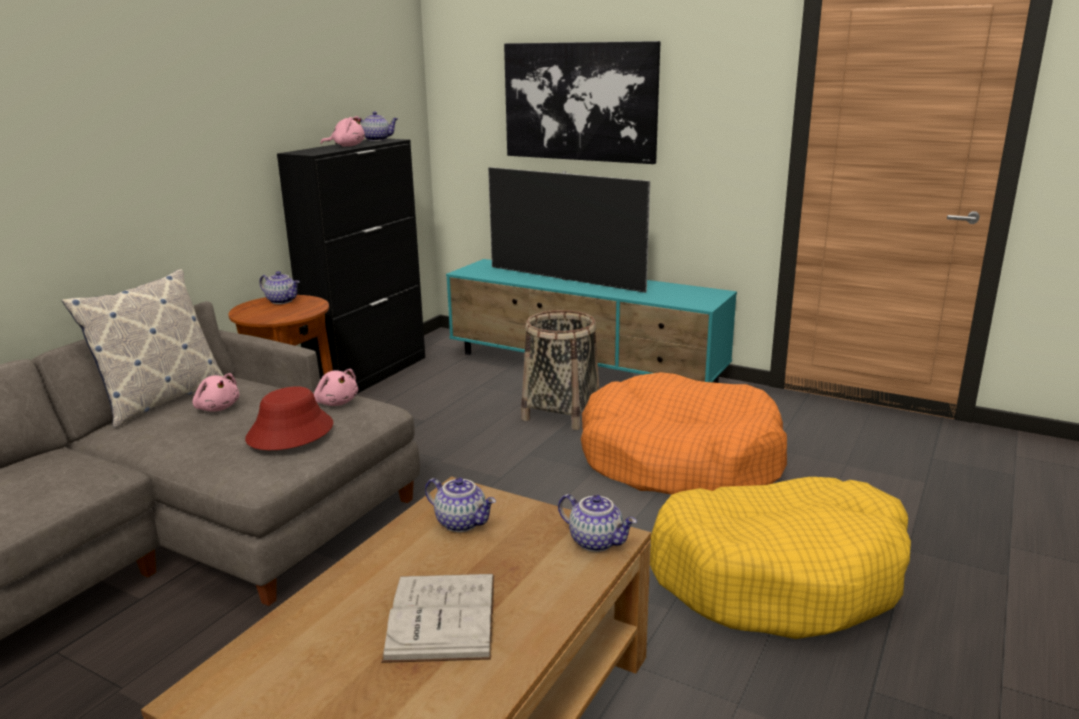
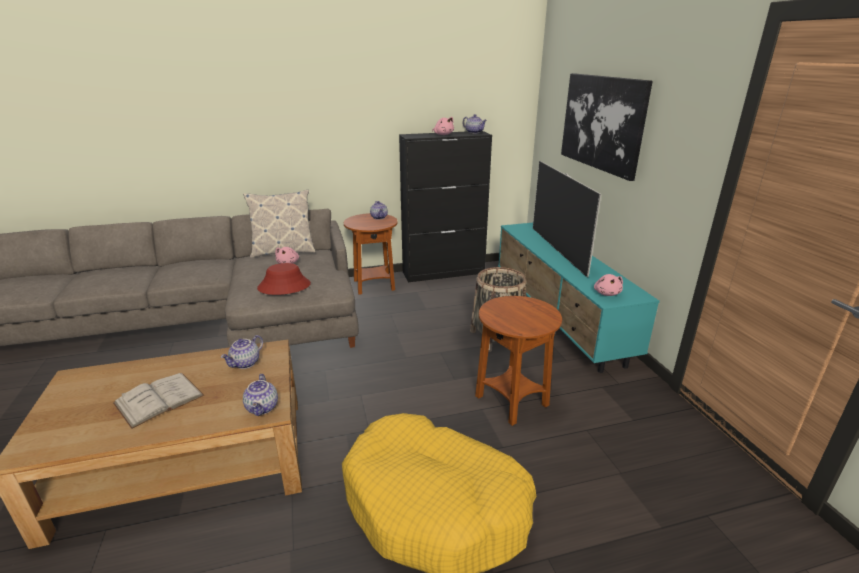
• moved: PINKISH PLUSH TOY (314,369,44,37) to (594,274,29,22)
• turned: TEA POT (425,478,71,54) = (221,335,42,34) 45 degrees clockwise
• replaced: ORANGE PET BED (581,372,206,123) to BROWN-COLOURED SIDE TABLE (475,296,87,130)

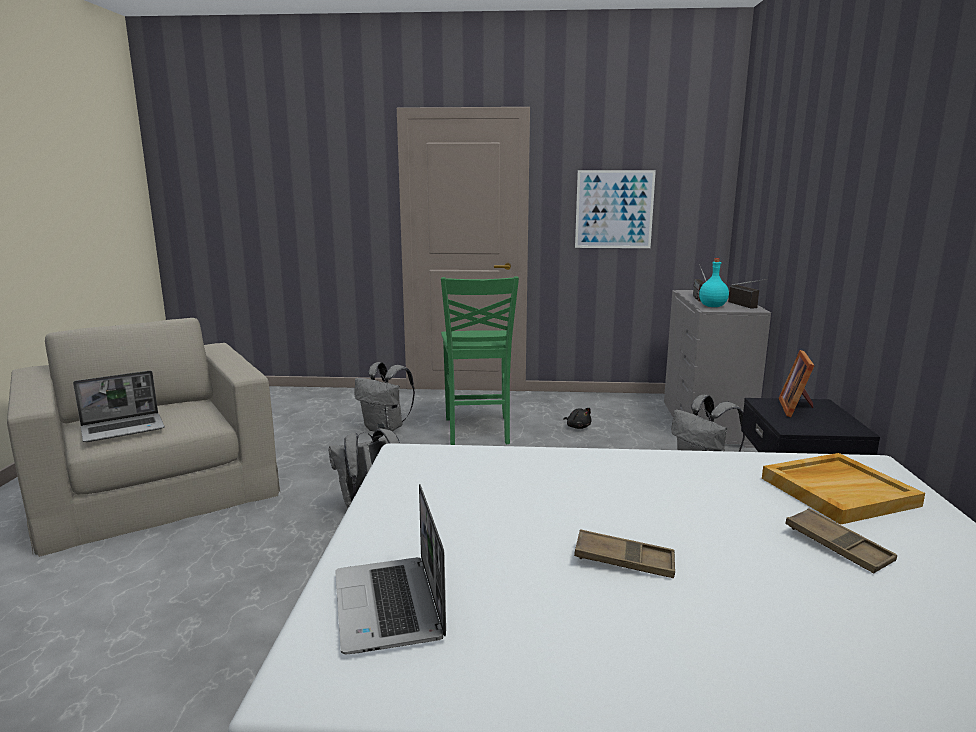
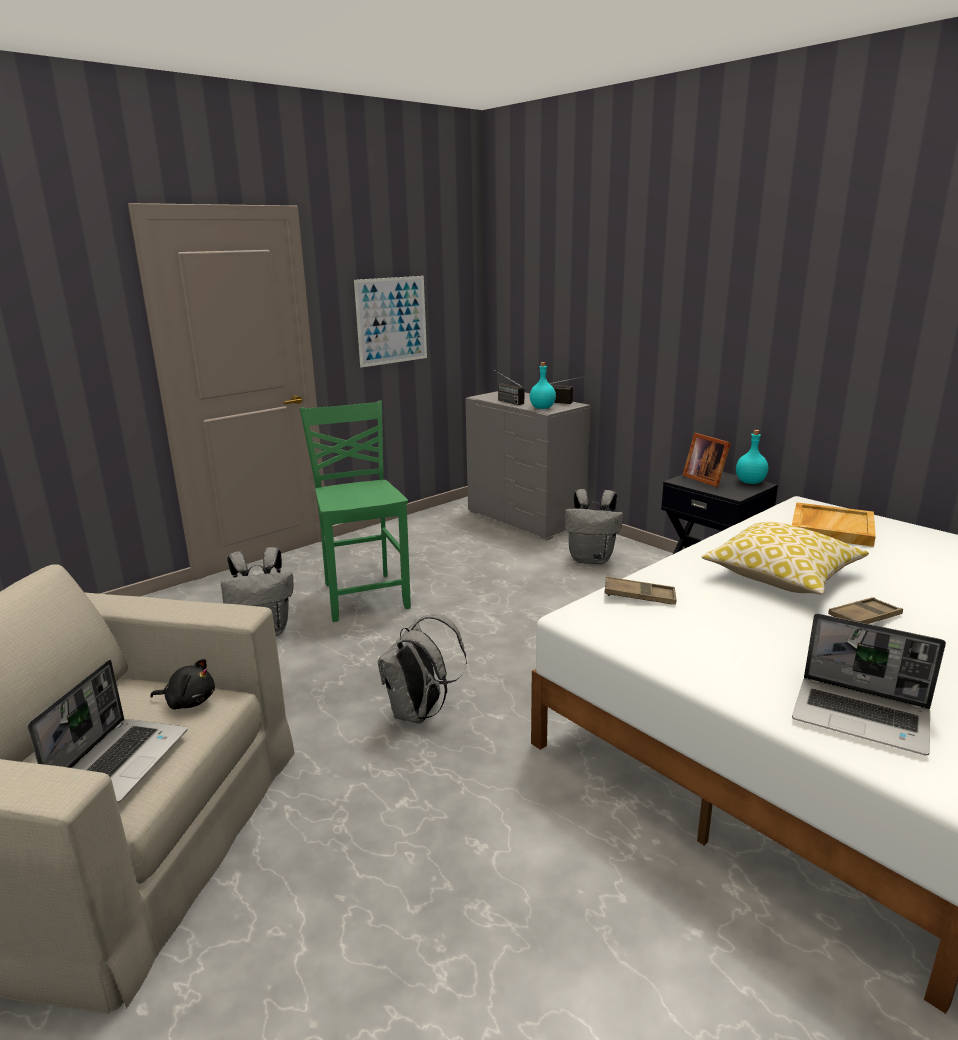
• turned: GREEN CHAIR (441,276,78,169) = (300,401,111,221) 150 degrees counterclockwise
• moved: BLACK PLUSH TOY (563,408,28,21) to (150,659,65,51)
• moved: BROWN-COLOURED SERVING TRAY (785,508,112,65) to (605,576,72,29)
• added: THROW PILLOW (701,522,168,73)
• added: TURQUOISE DRINK BOTTLE (736,430,32,54)

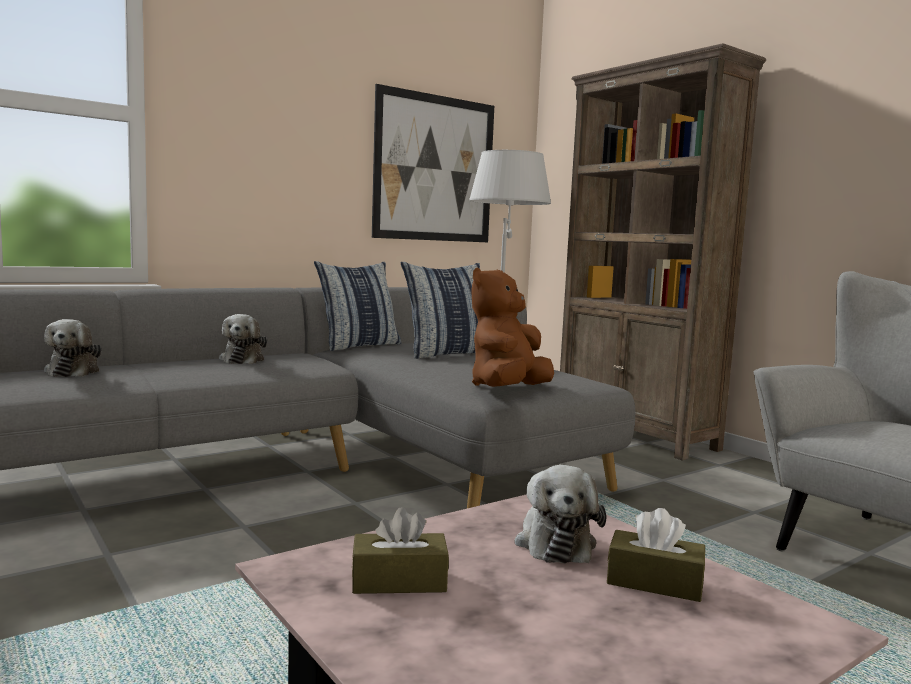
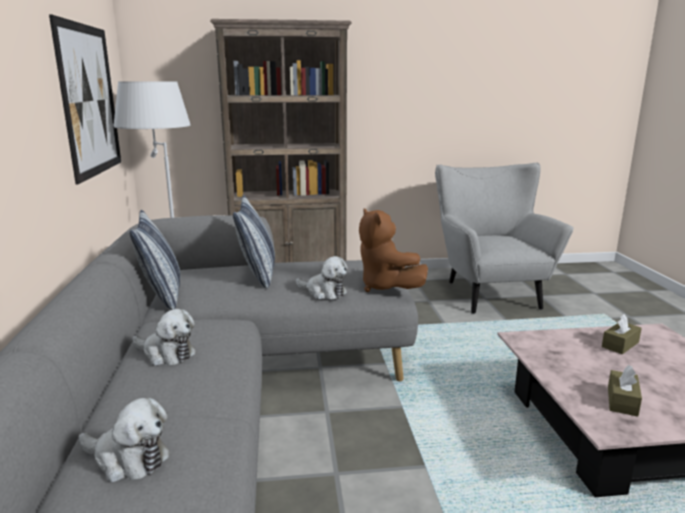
• moved: PLUSH TOY (515,465,91,98) to (296,256,52,44)

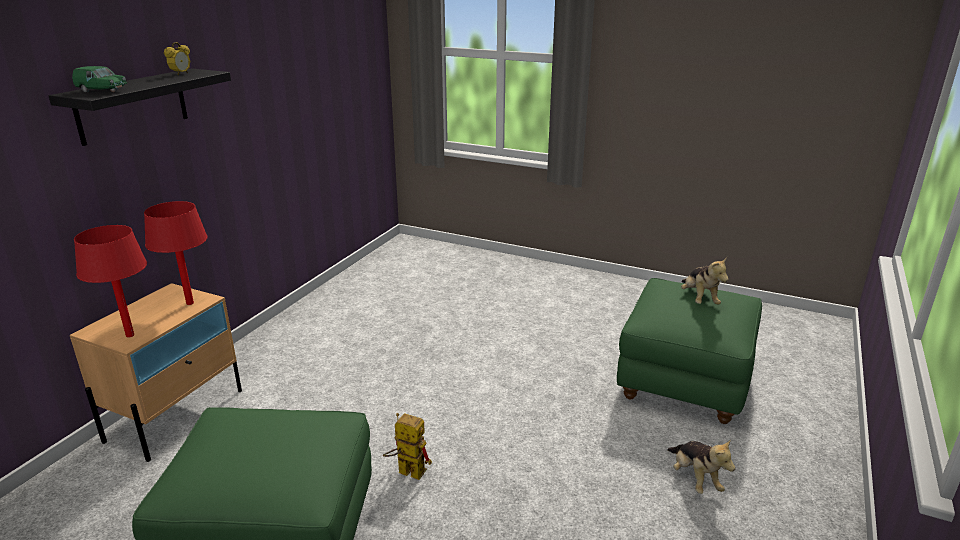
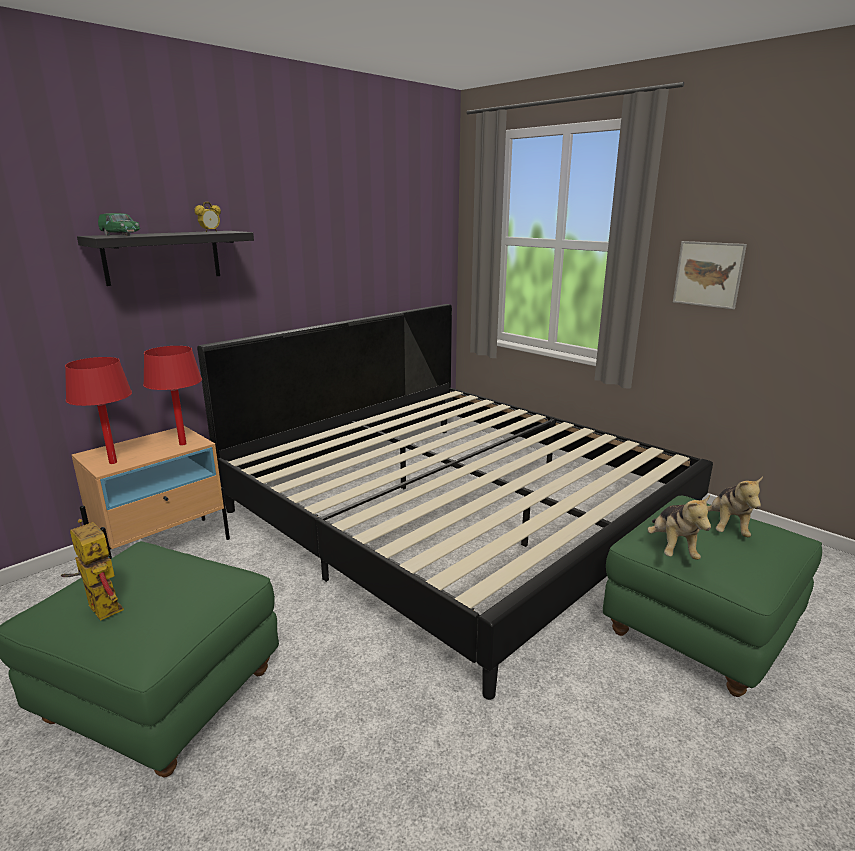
• moved: TOY ROBOT (383,413,49,67) to (61,519,63,102)
• moved: PLUSH TOY (667,439,69,55) to (647,495,64,65)
• added: BED (197,304,516,396)
• added: WALL ART (673,241,74,68)

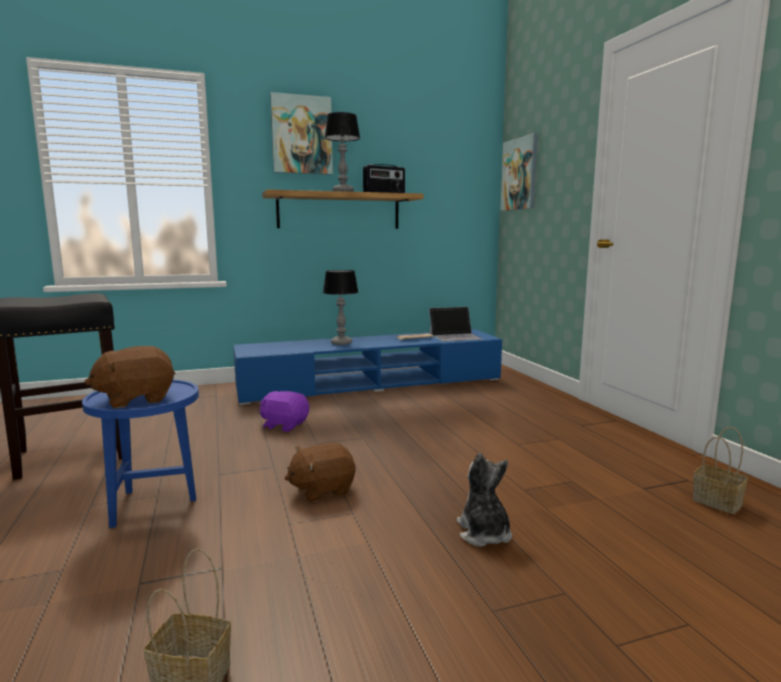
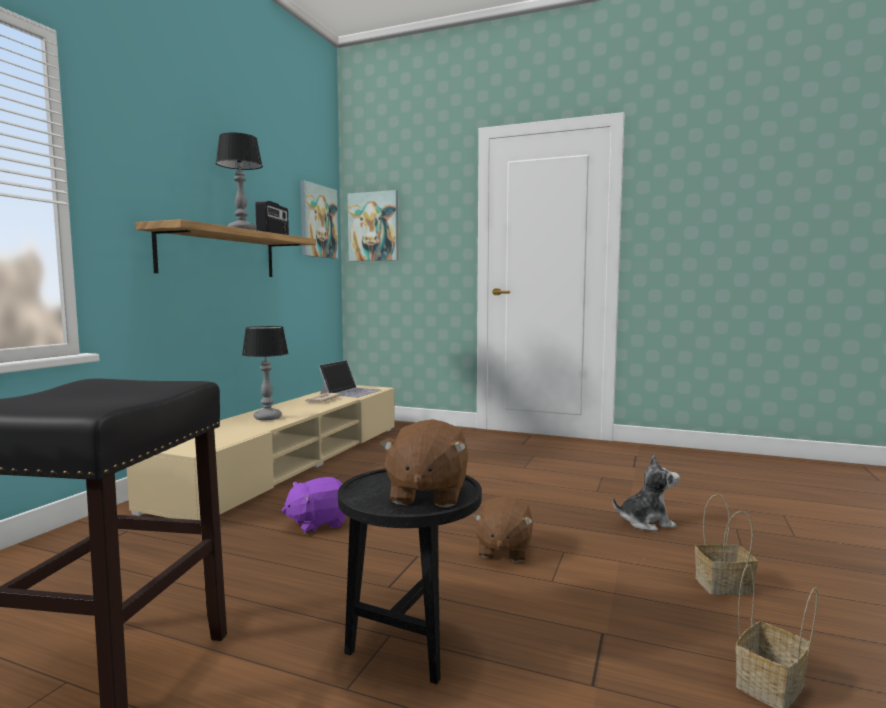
• recoloured: BLUE SIDE TABLE (82,380,117,148) to BLACK SIDE TABLE (338,469,144,215)
• recoloured: BLUE TV STAND (233,330,269,75) to BEIGE-COLOURED TV STAND (127,385,268,135)
• moved: WALL ART (270,92,63,83) to (300,180,38,79)
• turned: PLUSH TOY (457,453,55,94) = (612,455,68,76) 150 degrees clockwise
• moved: STORAGE BASKET (693,427,55,87) to (695,494,63,101)

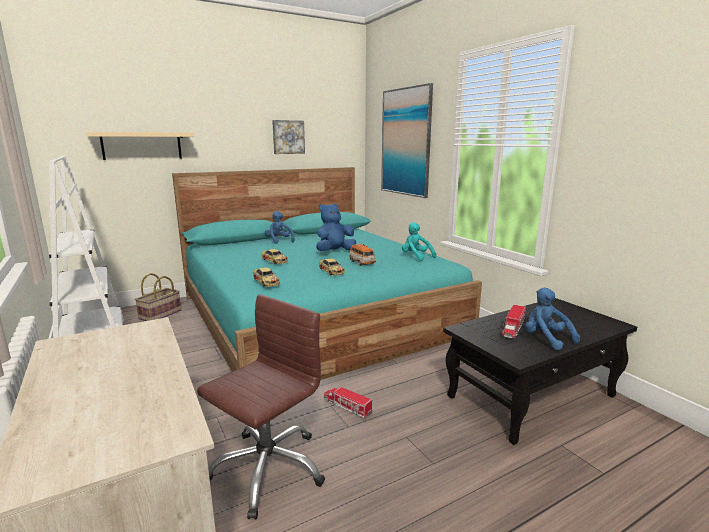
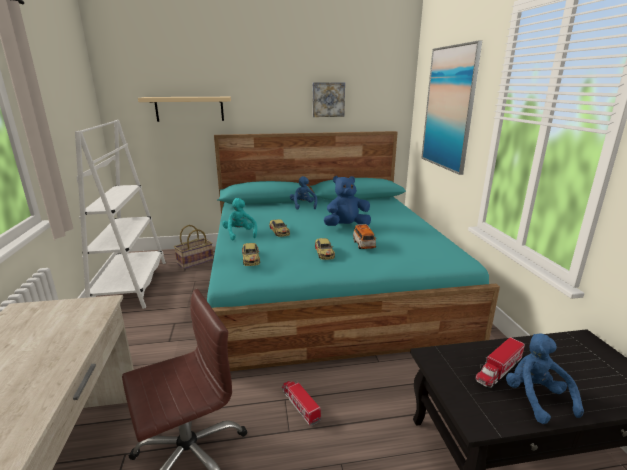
• moved: TURQUOISE PLUSH TOY (402,222,34,39) to (222,198,35,42)

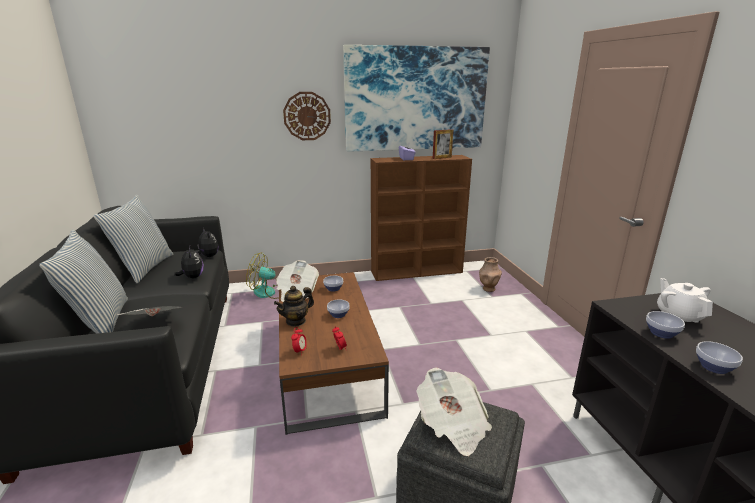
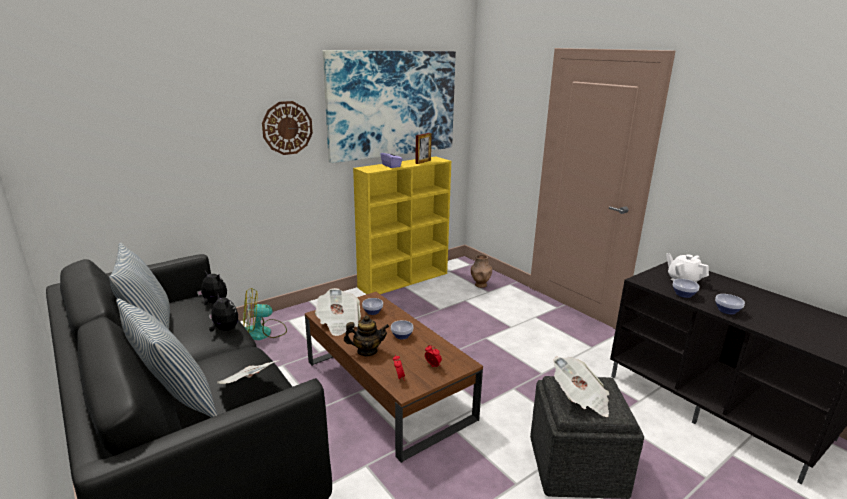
• turned: TEA POT (274,286,40,41) = (344,315,45,41) 120 degrees counterclockwise
• recoloured: BROWN-COLOURED SHELVING UNIT (371,155,101,126) to YELLOWISH SHELVING UNIT (353,156,98,138)

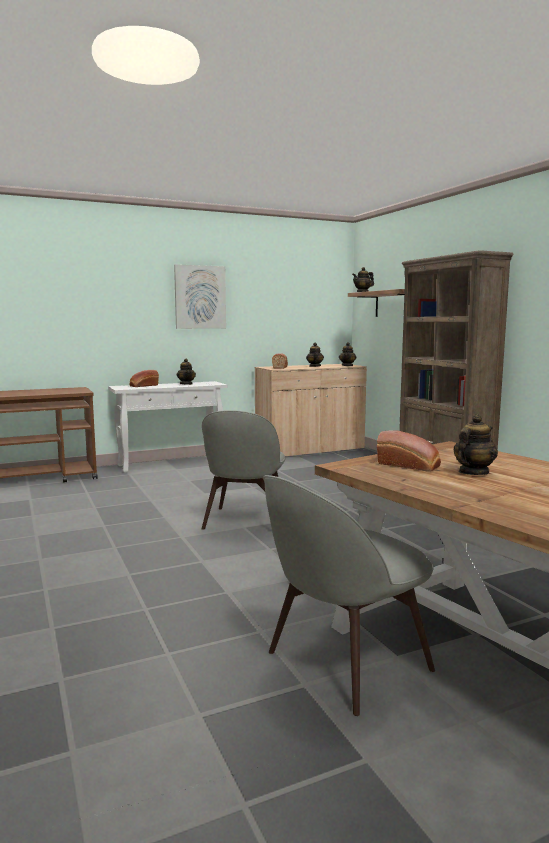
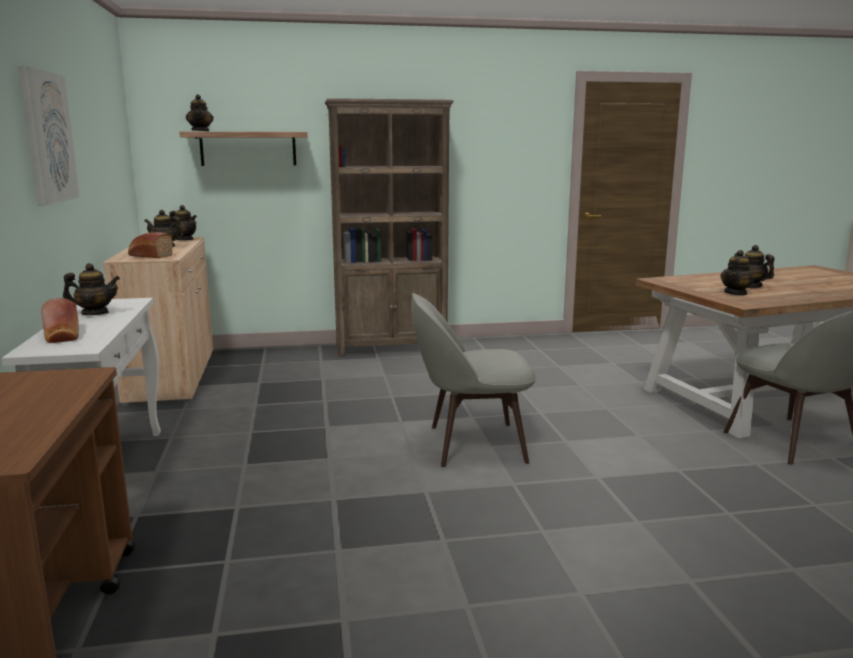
• turned: GRAY CHAIR (202,410,84,120) = (411,293,126,174) 150 degrees clockwise
• replaced: BAKERY BREAD (377,430,64,42) to TEA POT (720,250,35,46)

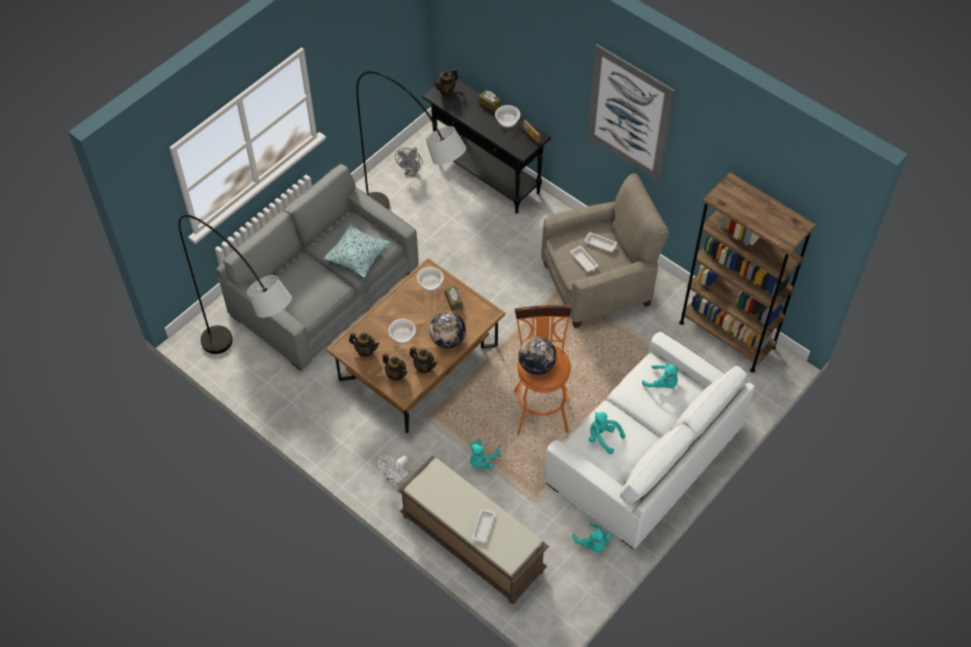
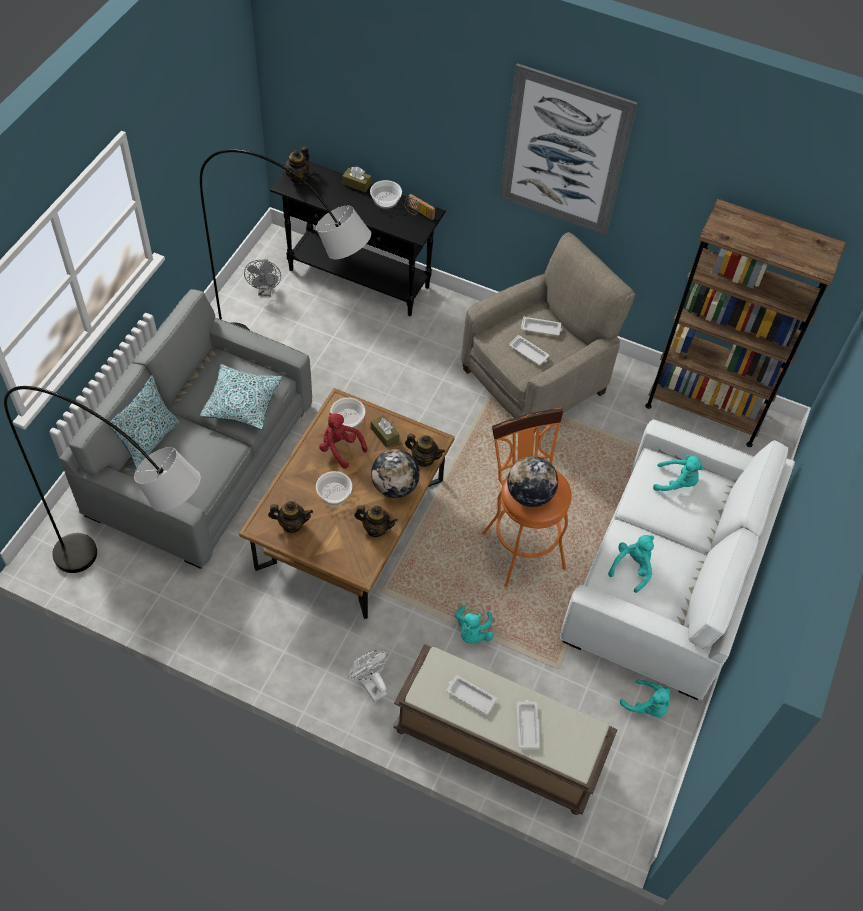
• turned: WHITE-COLOURED ELECTRIC FAN (378,455,30,31) = (348,650,40,52) 120 degrees clockwise
• moved: TEA POT (383,353,24,28) to (405,433,40,34)
• turned: TURQUOISE PLUSH TOY (589,412,36,42) = (608,535,46,58) 105 degrees clockwise
• added: THROW PILLOW (108,375,72,94)
• added: REDDISH PLUSH TOY (319,413,48,56)
• added: WHITE-COLOURED SERVING TRAY (447,675,50,39)

